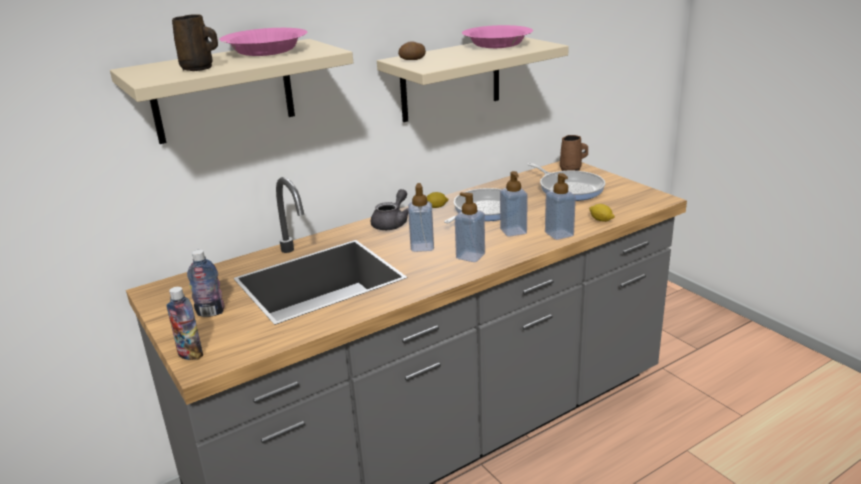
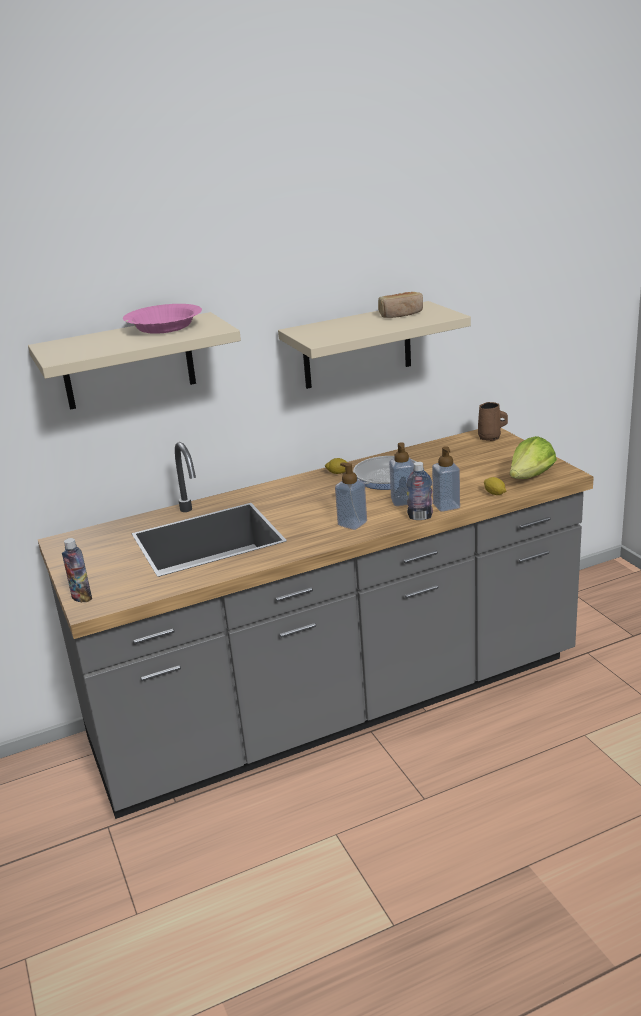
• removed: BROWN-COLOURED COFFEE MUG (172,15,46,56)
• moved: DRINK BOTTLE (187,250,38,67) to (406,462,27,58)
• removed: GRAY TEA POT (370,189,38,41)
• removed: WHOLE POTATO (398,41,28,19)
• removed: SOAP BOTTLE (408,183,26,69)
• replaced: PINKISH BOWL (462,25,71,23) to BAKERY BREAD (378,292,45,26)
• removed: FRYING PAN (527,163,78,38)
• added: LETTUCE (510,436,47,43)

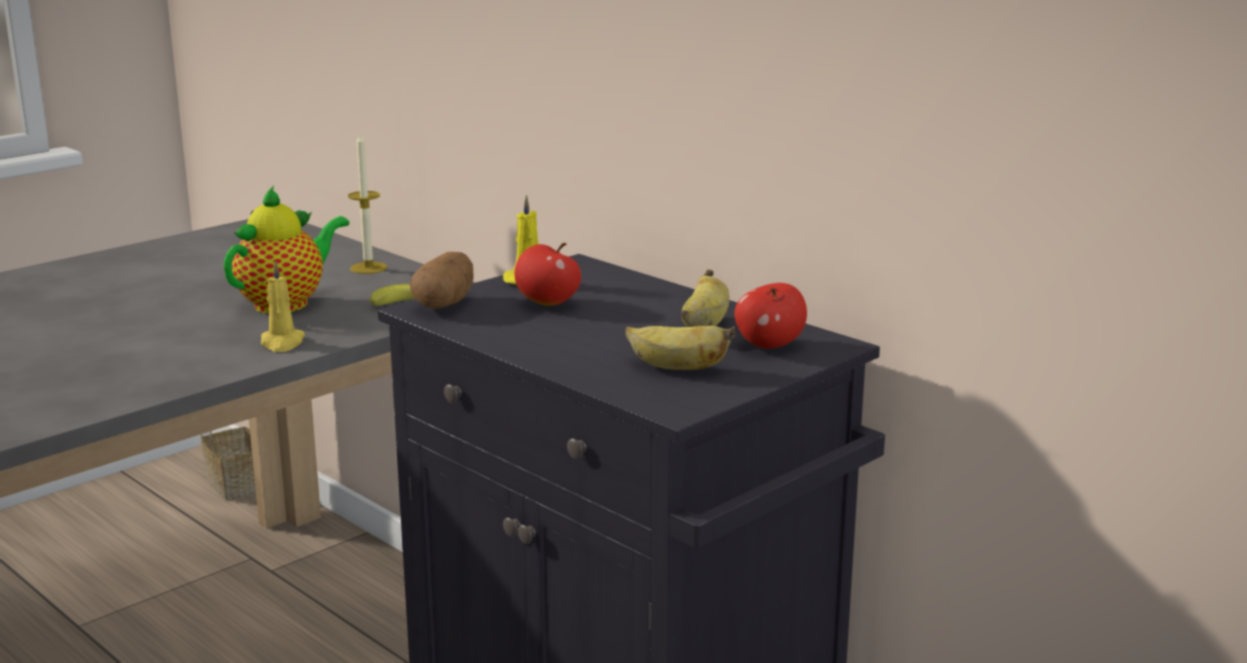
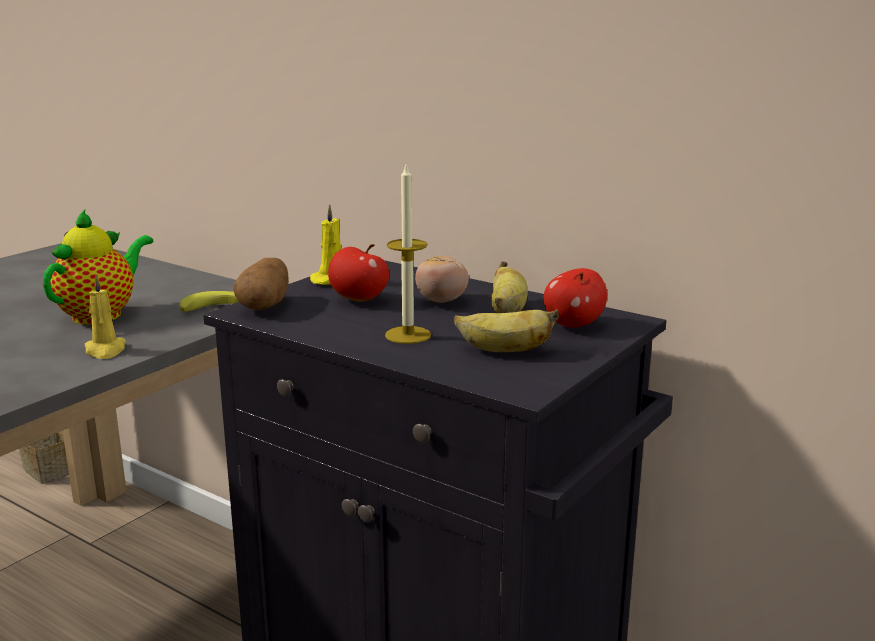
• moved: CANDLE (348,133,39,141) to (385,165,46,179)
• added: WHOLE TOMATO (415,256,54,47)

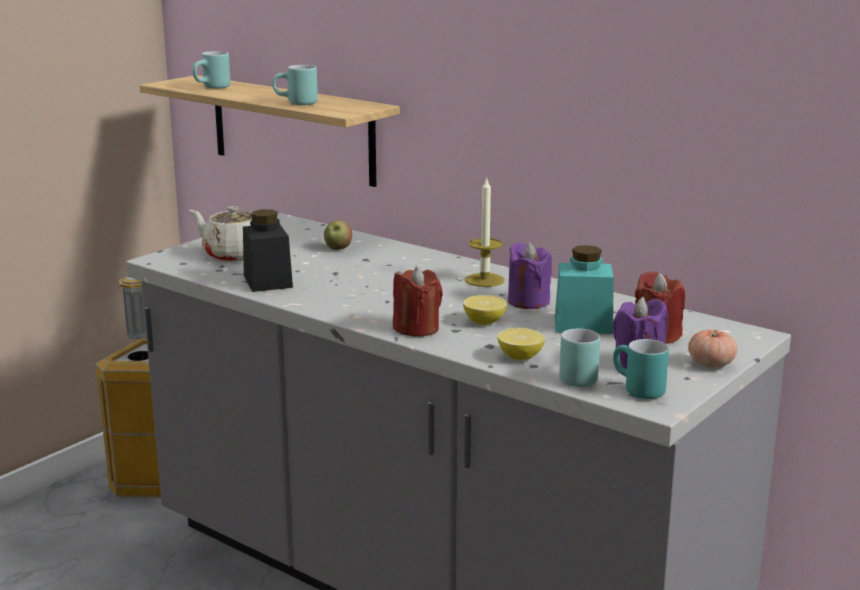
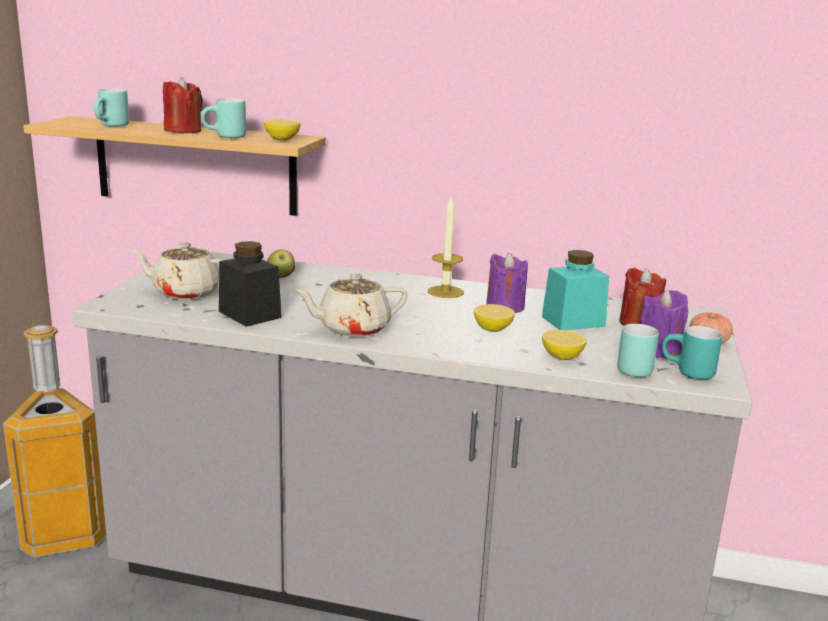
• moved: REDDISH CANDLE (393,267,50,70) to (163,77,40,56)
• added: LEMON (264,120,36,20)
• added: BEIGE-COLOURED TEA POT (294,273,114,64)

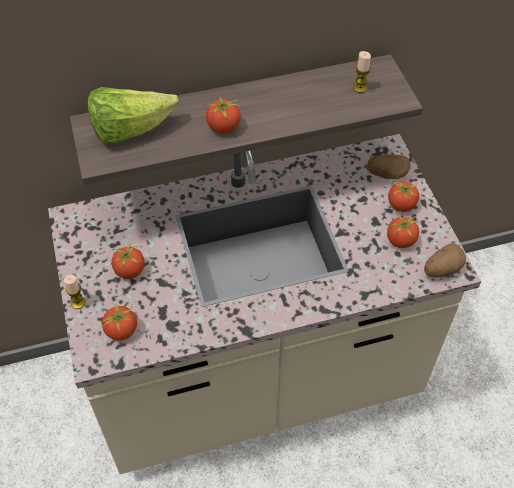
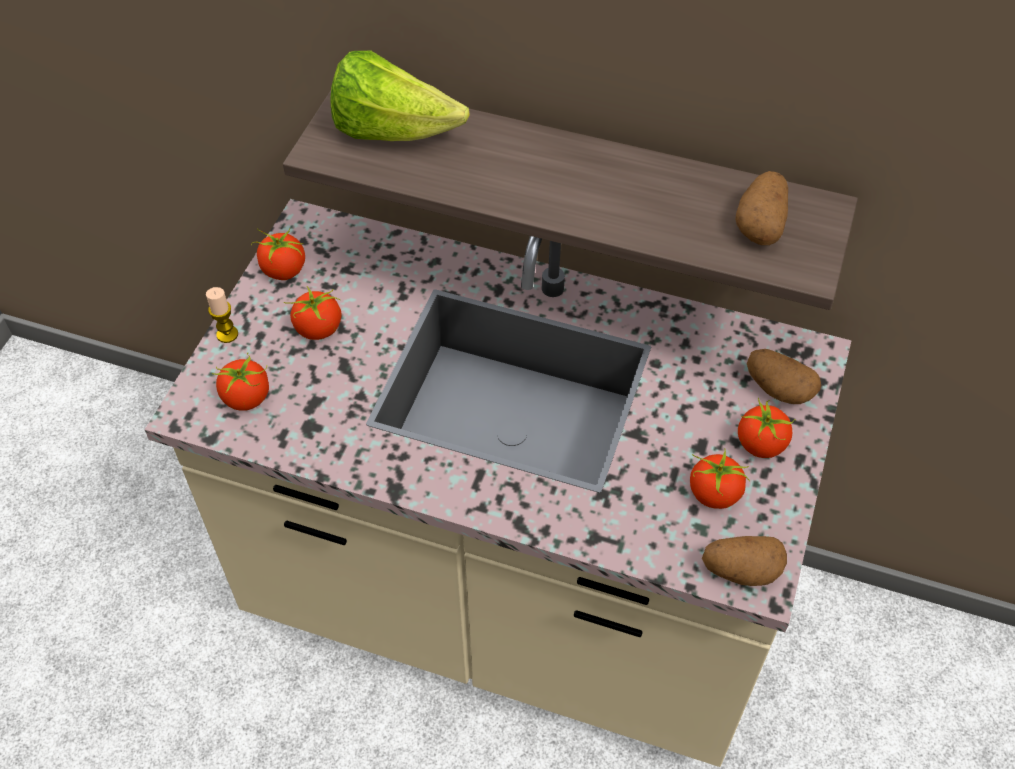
• moved: WHOLE TOMATO (203,95,38,38) to (251,228,54,52)
• replaced: CANDLE (353,51,18,42) to WHOLE POTATO (735,171,53,74)

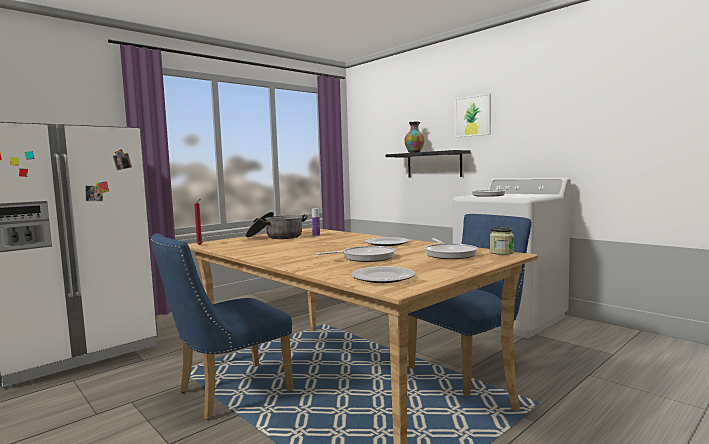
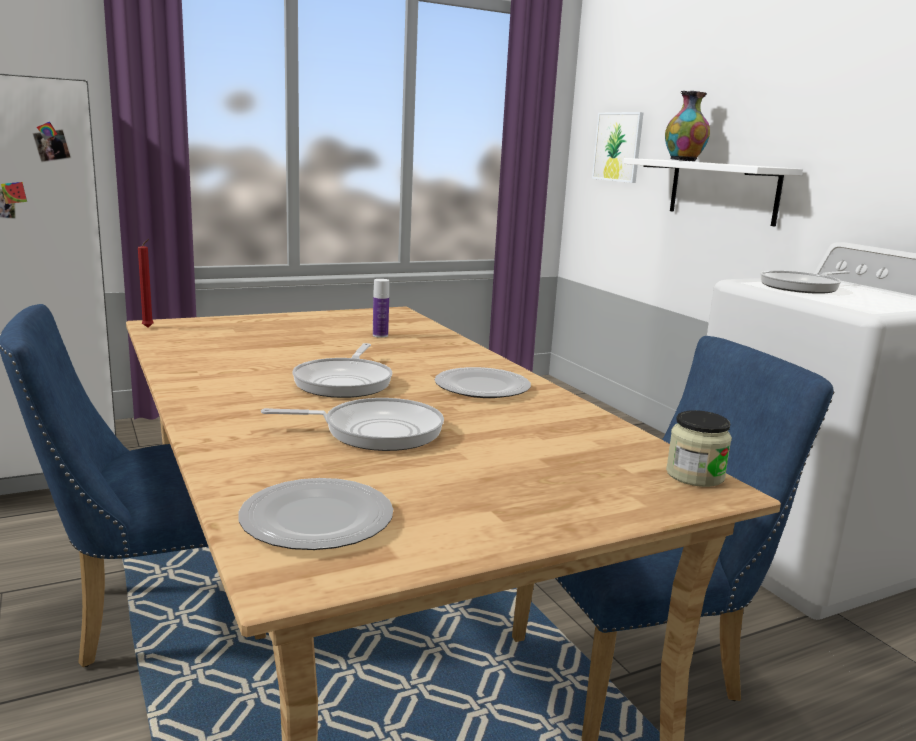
• removed: STOCKPOT (246,212,61,27)
• recoloured: BLACK WALL SHELF (385,150,85,28) to WHITE-COLOURED WALL SHELF (623,158,180,68)
• moved: FRYING PAN (424,238,54,21) to (292,343,100,55)
• moved: WALL ART (455,93,36,44) to (592,112,52,71)

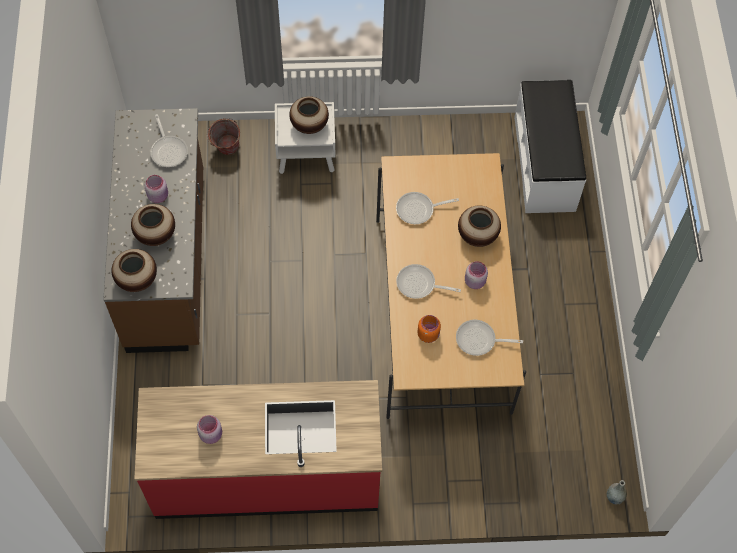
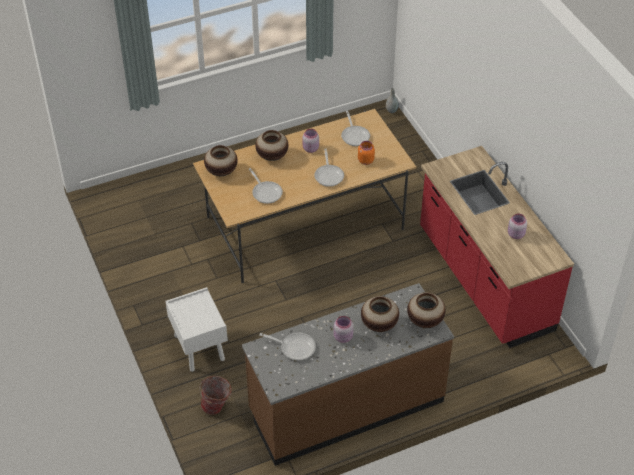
• turned: FRYING PAN (150,114,38,53) = (259,332,57,29) 60 degrees clockwise
• moved: FLOWER VASE (289,96,40,38) to (204,145,34,31)
• removed: WHITE-COLOURED INDOOR BENCH (514,80,72,133)

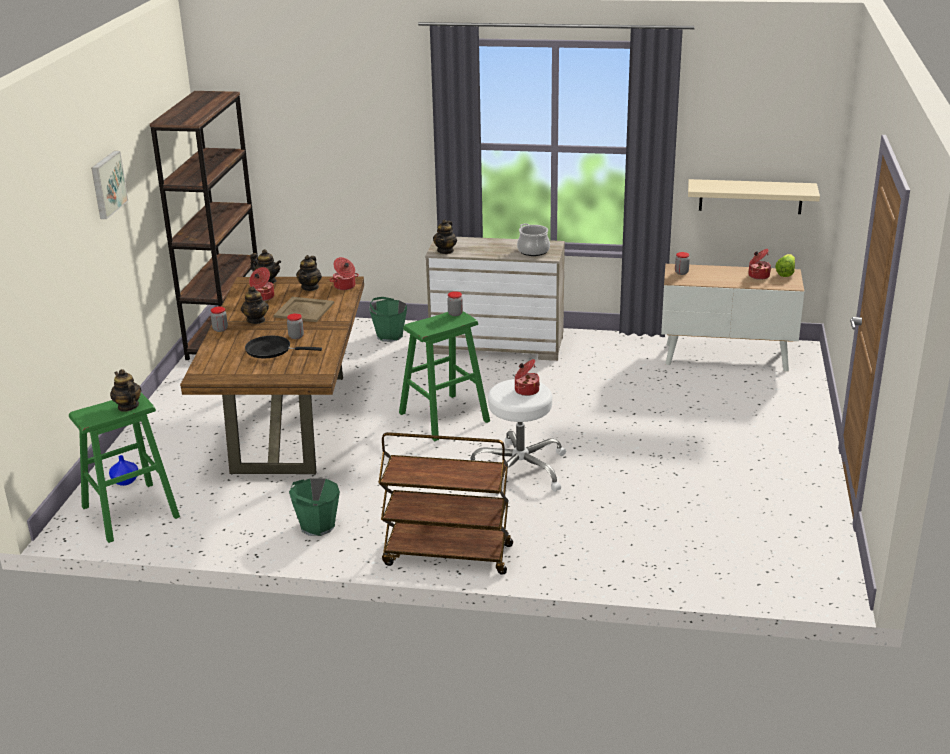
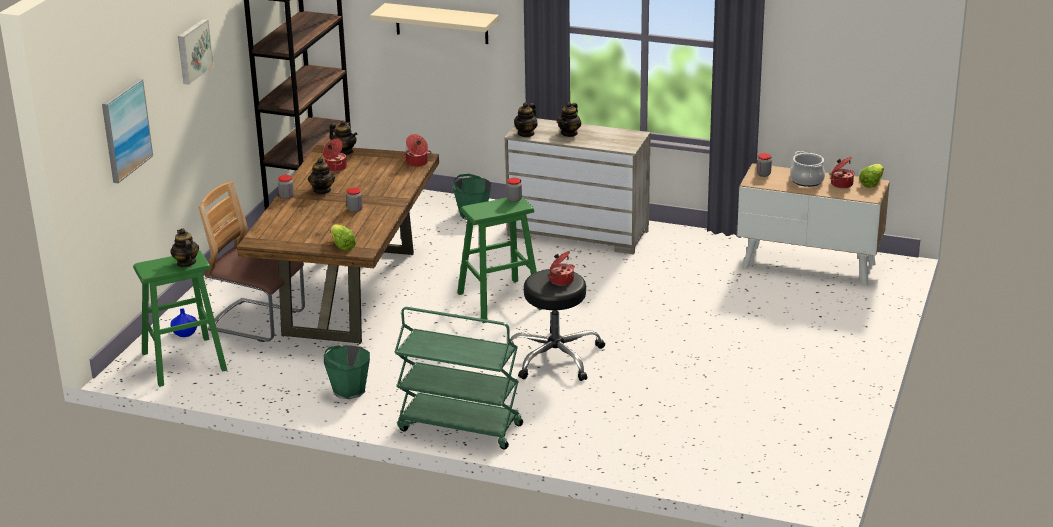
• removed: BLACK FRYING PAN (245,336,77,22)
• removed: BEIGE-COLOURED SERVING TRAY (273,297,61,25)
• moved: TEA POT (296,255,26,36) to (557,102,24,35)
• recoloured: BROWN-COLOURED TROLLEY (378,432,135,143) to GREEN TROLLEY (394,307,129,142)
• recoloured: WHITE-COLOURED STOOL SEAT (468,379,98,117) to BLACK STOOL SEAT (510,269,95,112)
• moved: STOCKPOT (517,223,33,33) to (790,151,35,36)
• moved: BEIGE-COLOURED WALL SHELF (688,179,132,35) to (370,3,129,41)
• added: WALL ART (102,78,51,105)
• added: CHAIR (198,181,107,161)
• added: LETTUCE (331,224,25,27)

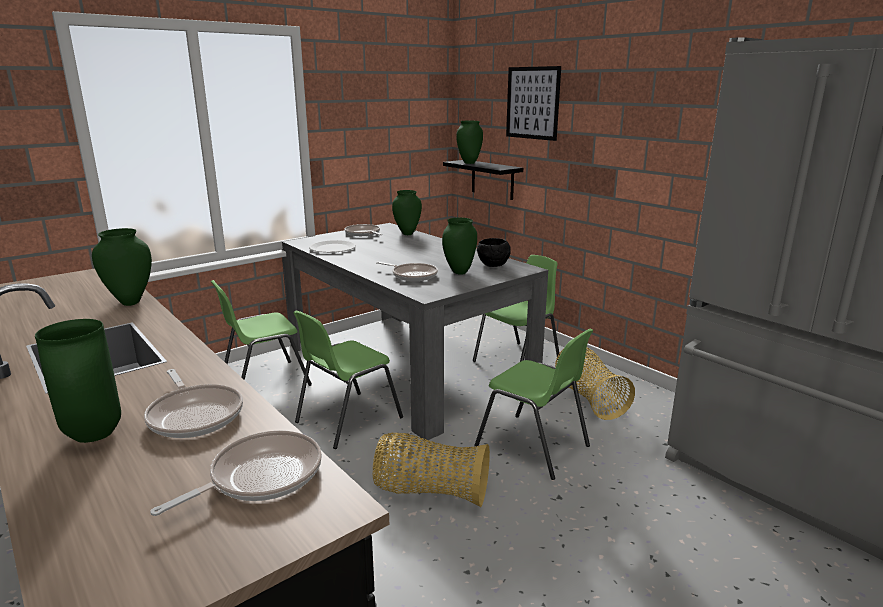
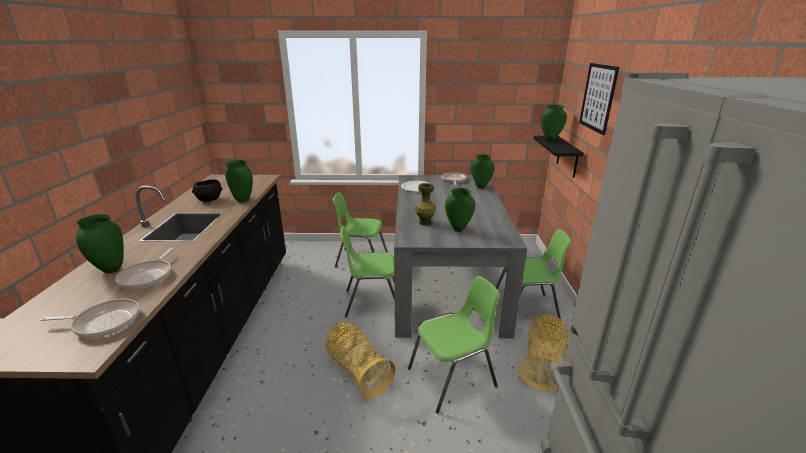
• replaced: FRYING PAN (376,262,62,19) to GREEN FLOWER VASE (415,183,21,42)
• turned: GREEN CHAIR (474,329,119,151) = (408,276,92,137) 105 degrees counterclockwise
• moved: BLACK BOWL (477,238,34,29) to (192,179,30,23)

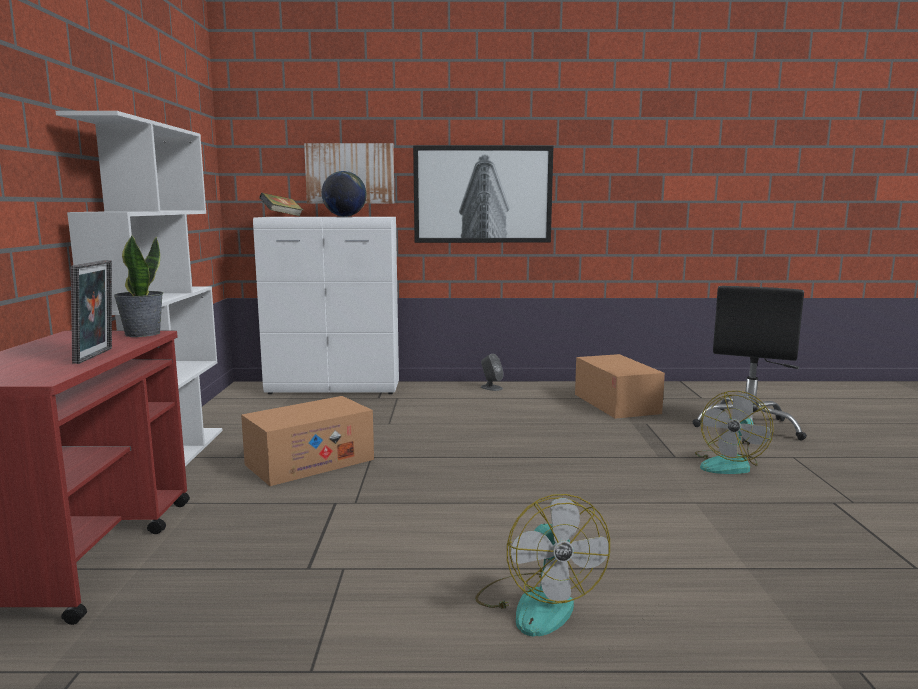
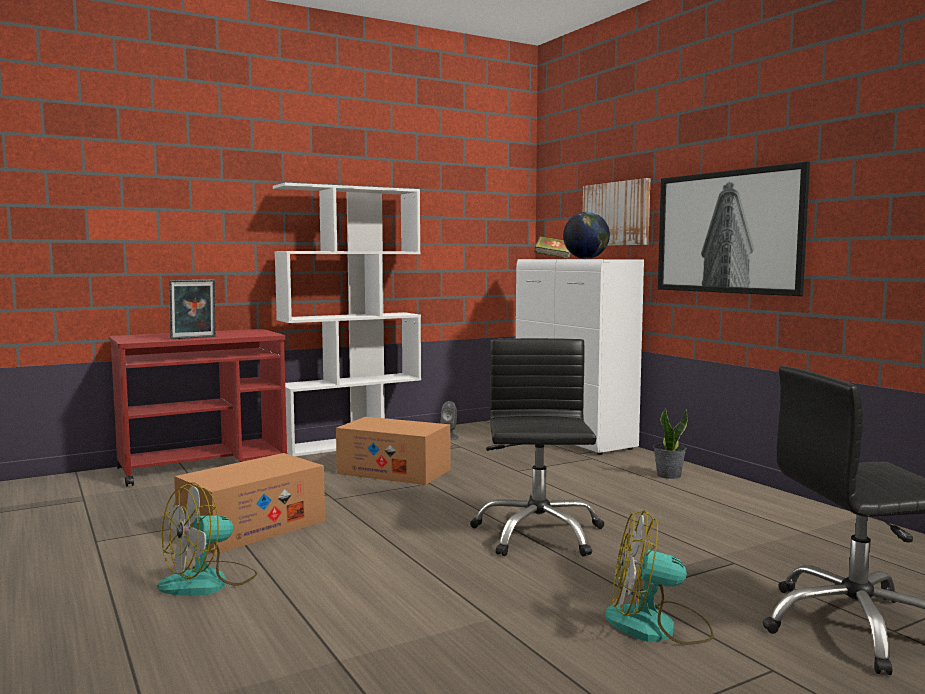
• moved: HOUSEPLANT (113,235,50,102) to (653,408,35,71)
• moved: GRAY SPEAKER (481,354,23,37) to (440,401,19,40)
• moved: CARTON (575,354,90,65) to (174,453,151,102)
• added: BLACK COMPUTER CHAIR (470,338,134,219)

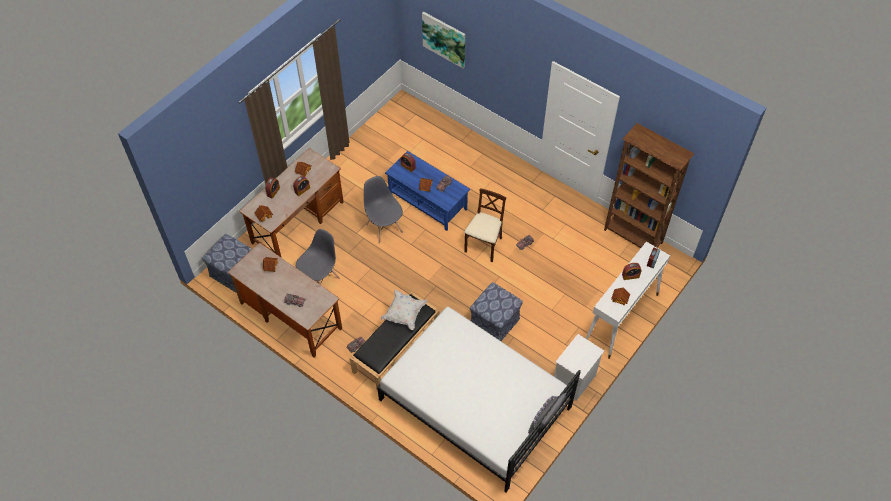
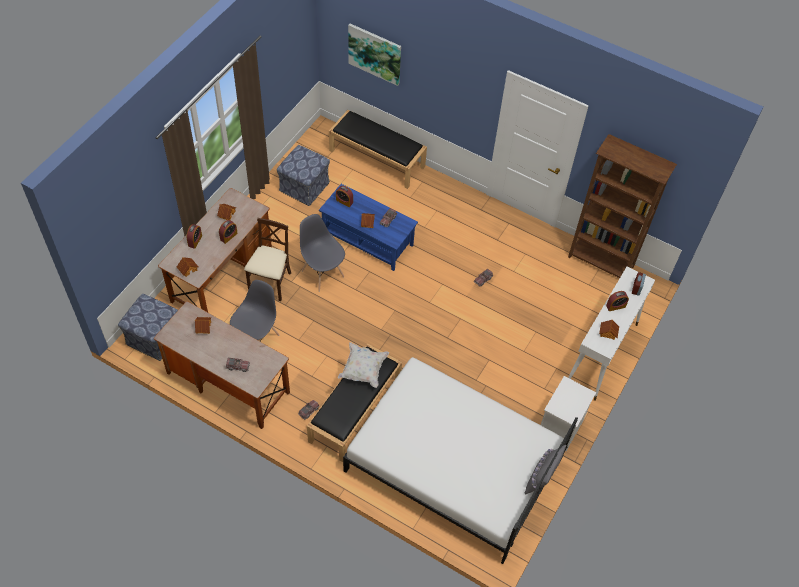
• moved: BEIGE-COLOURED CHAIR (464,188,42,74) to (244,218,47,83)
• moved: OTTOMAN (470,282,53,59) to (277,145,53,61)
• added: BLACK INDOOR BENCH (329,110,98,79)

